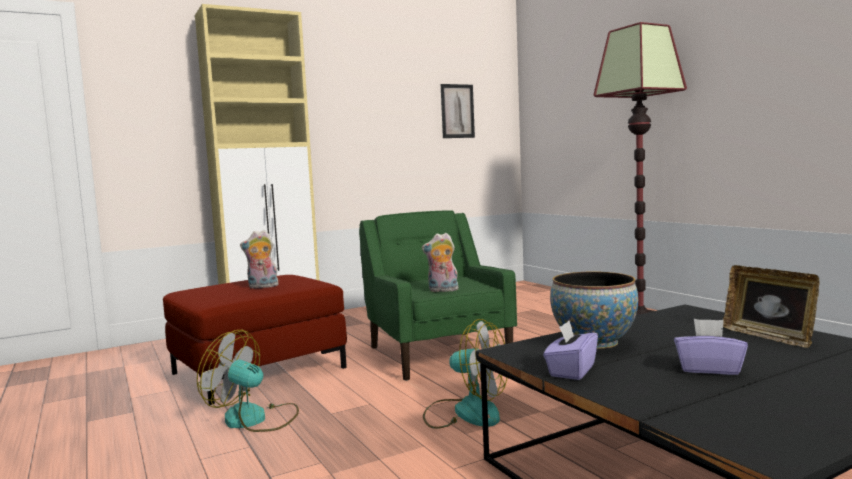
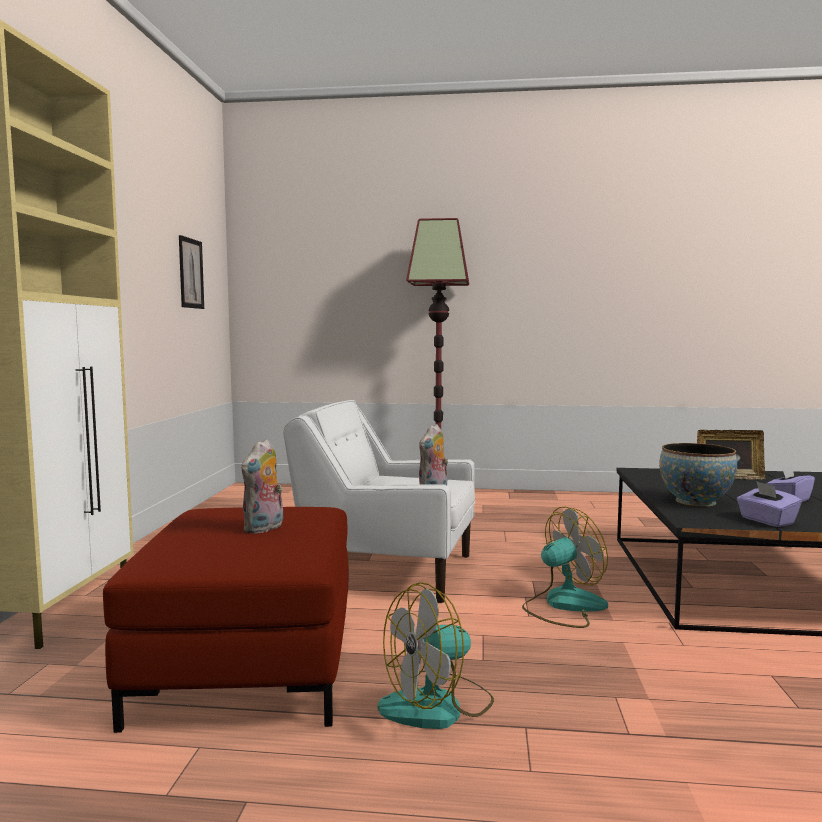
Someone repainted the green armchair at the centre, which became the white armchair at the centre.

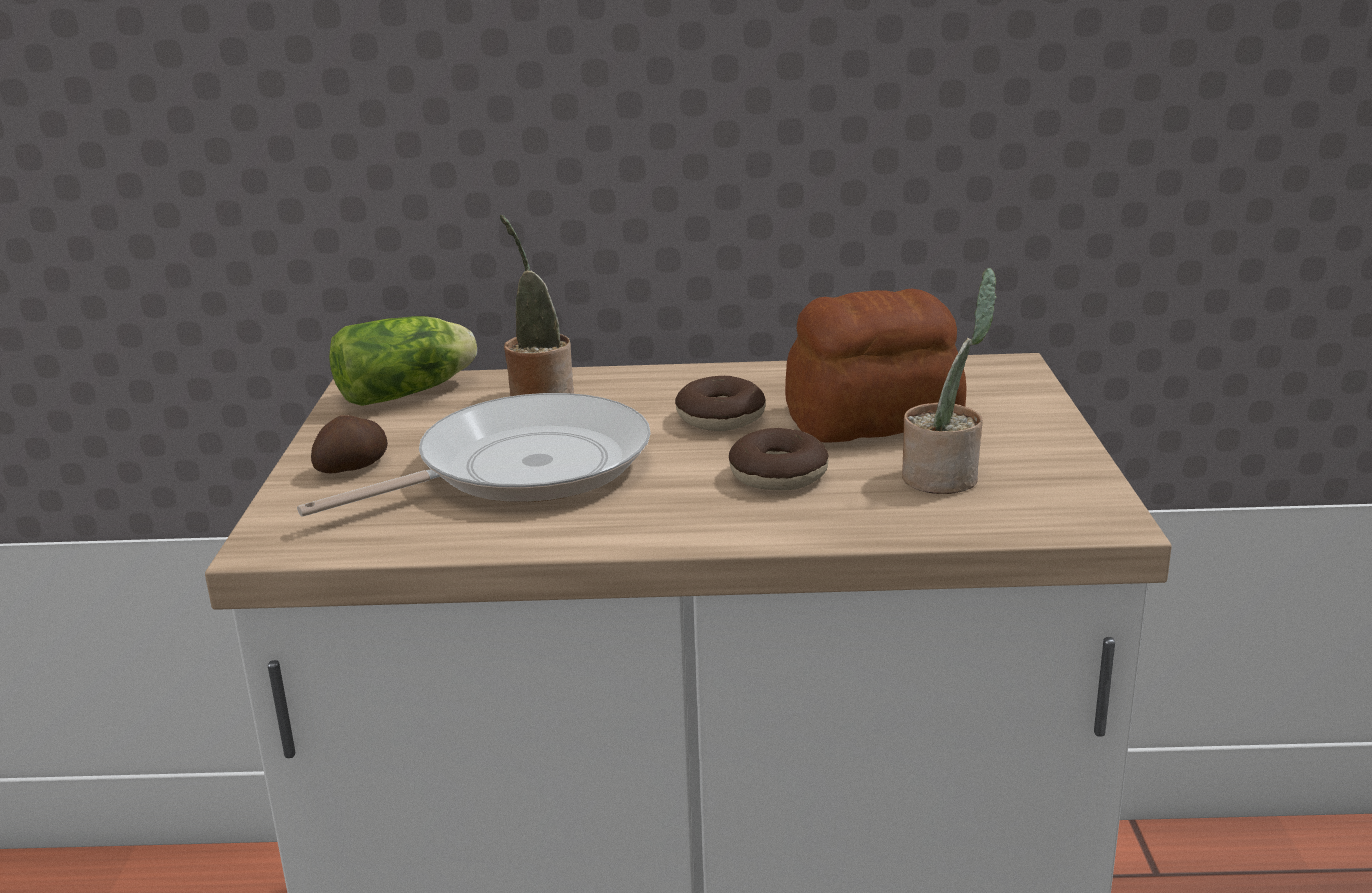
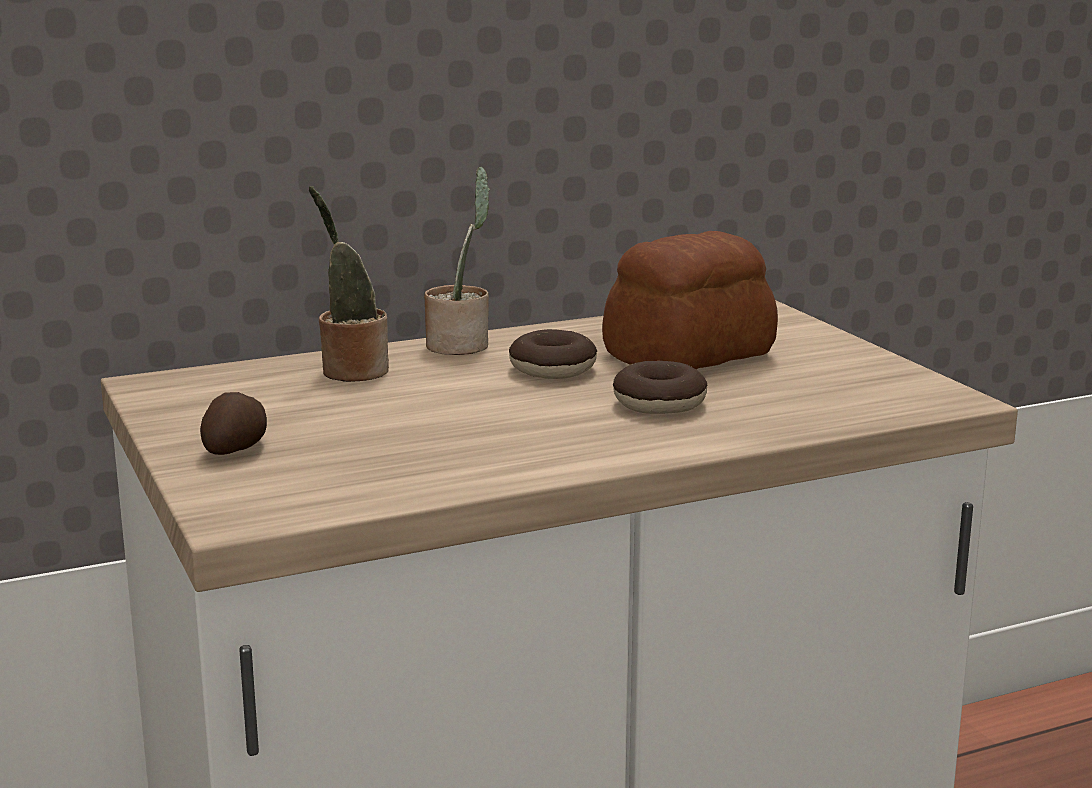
Someone carried the potted plant (no. 2 from left) from the middle right to the top centre. Someone took away the lettuce at the middle left. Someone took away the frying pan at the centre.

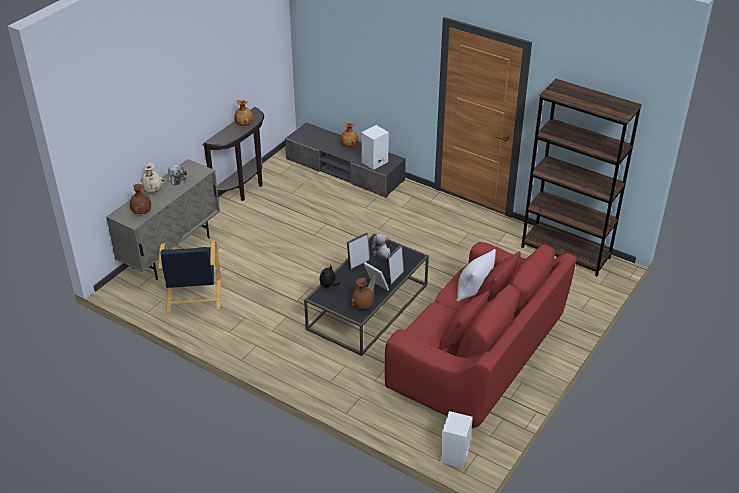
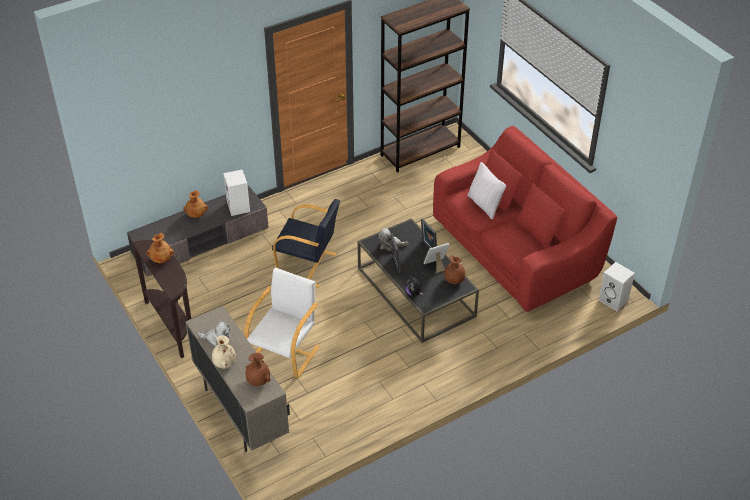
Someone carried the black armchair from the middle left to the centre. Someone put down the white armchair at the centre.

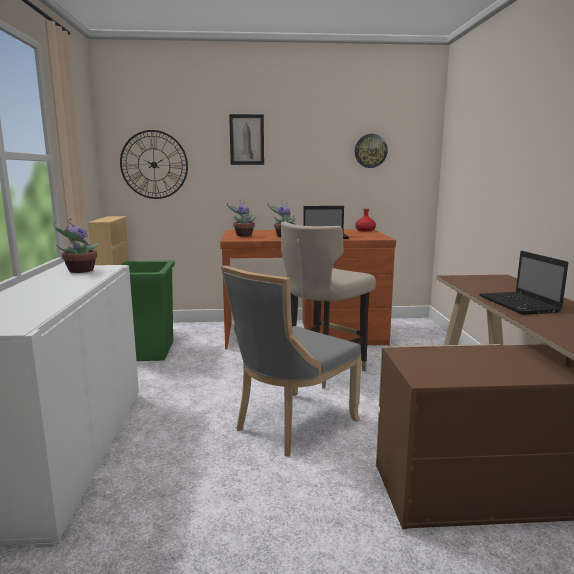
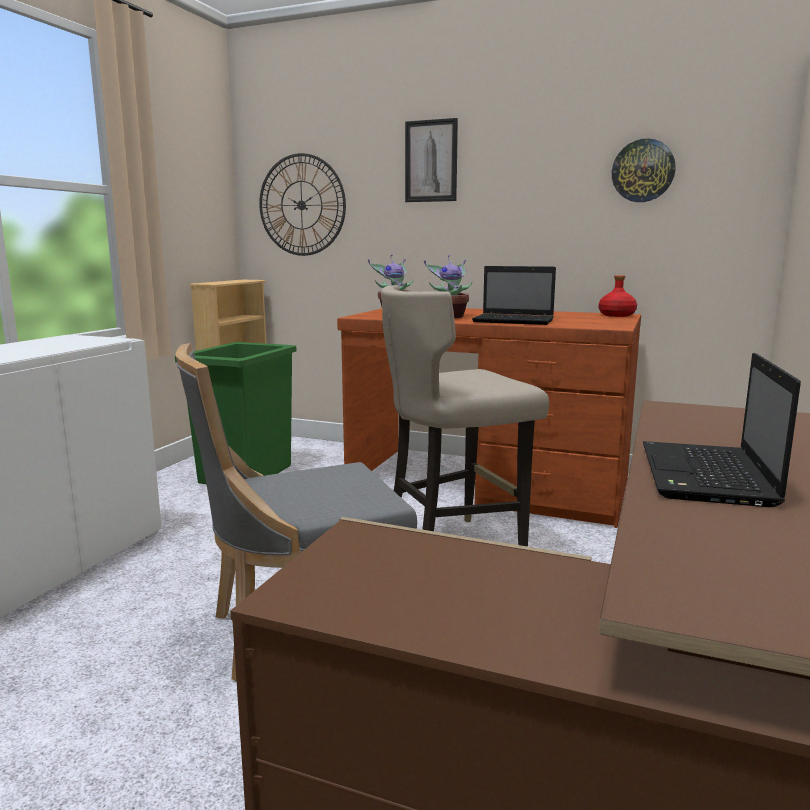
Someone took away the potted plant (no. 1 from left) at the middle left.

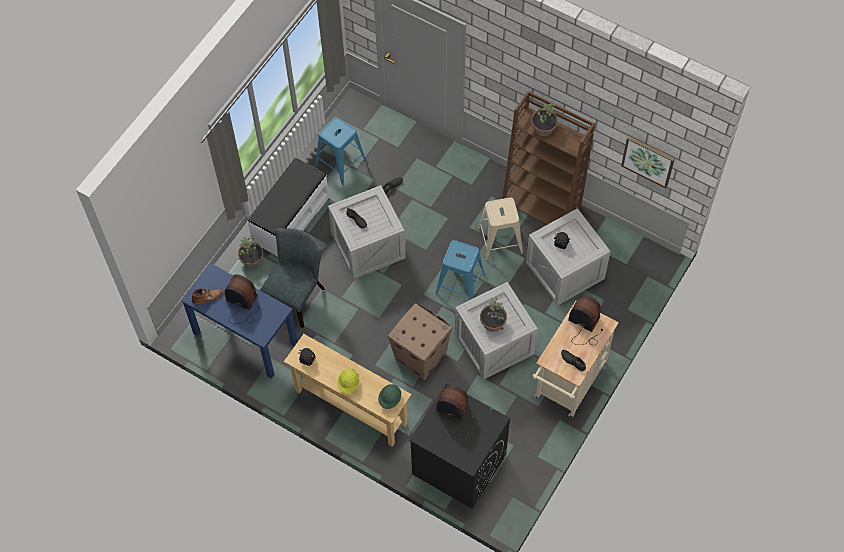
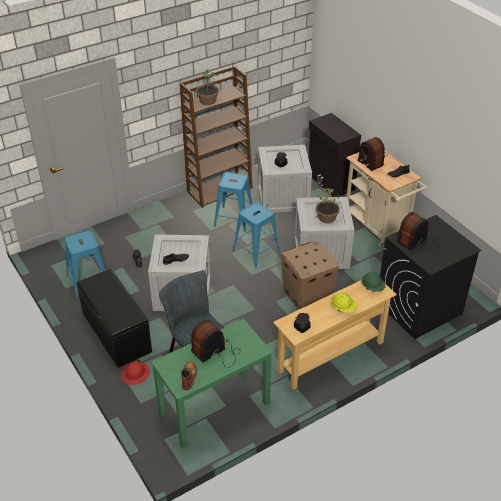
Someone took away the picture at the top right. Someone repainted the white bench at the centre, which became the black bench at the middle left. Someone repainted the beige stool at the centre, which became the blue stool (no. 2 from left) at the centre. Someone swapped the potted plant (no. 1 from left) at the middle left for the red hard hat at the bottom left. Someone repainted the blue desk at the middle left, which became the green desk at the bottom centre. Someone rotated the radio (no. 3 from left in the first image) at the middle right by 90 degrees counterclockwise. Someone put down the black cabinet at the top right.

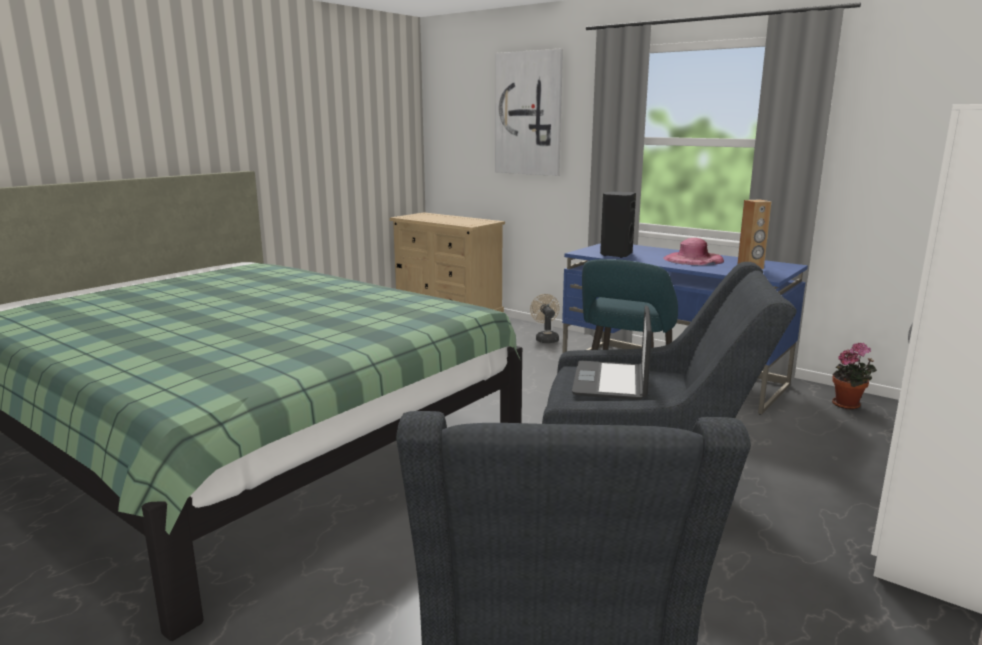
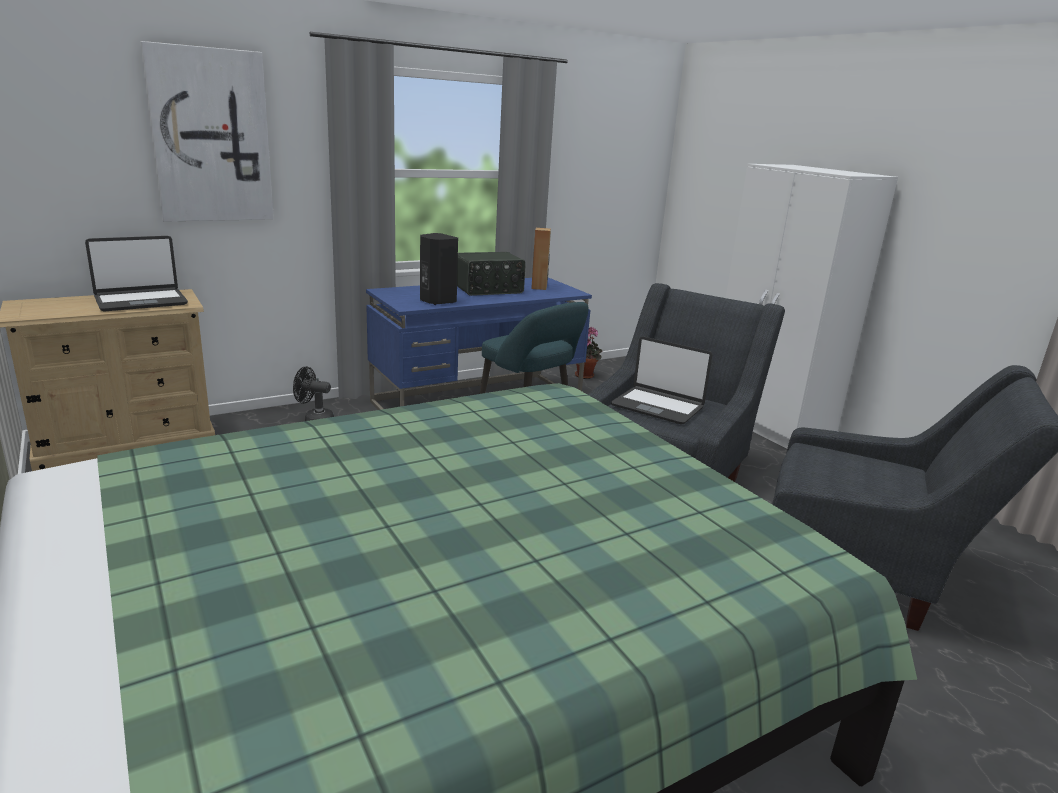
Someone swapped the pink hat at the middle right for the radio at the centre. Someone repainted the beige fan at the centre, which became the black fan at the middle left. Someone put down the laptop (no. 1 from left) at the middle left.

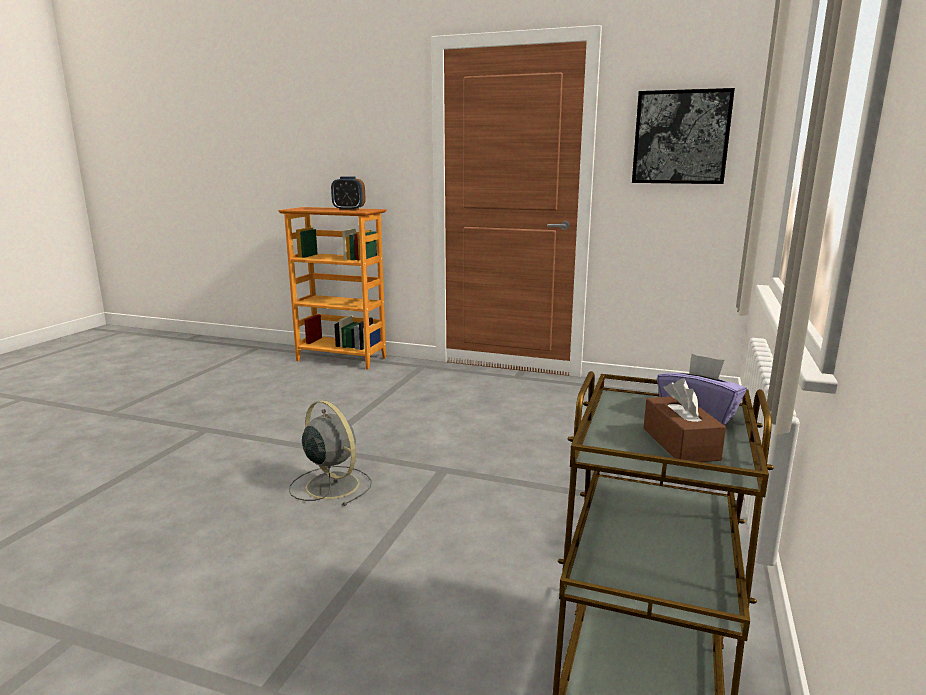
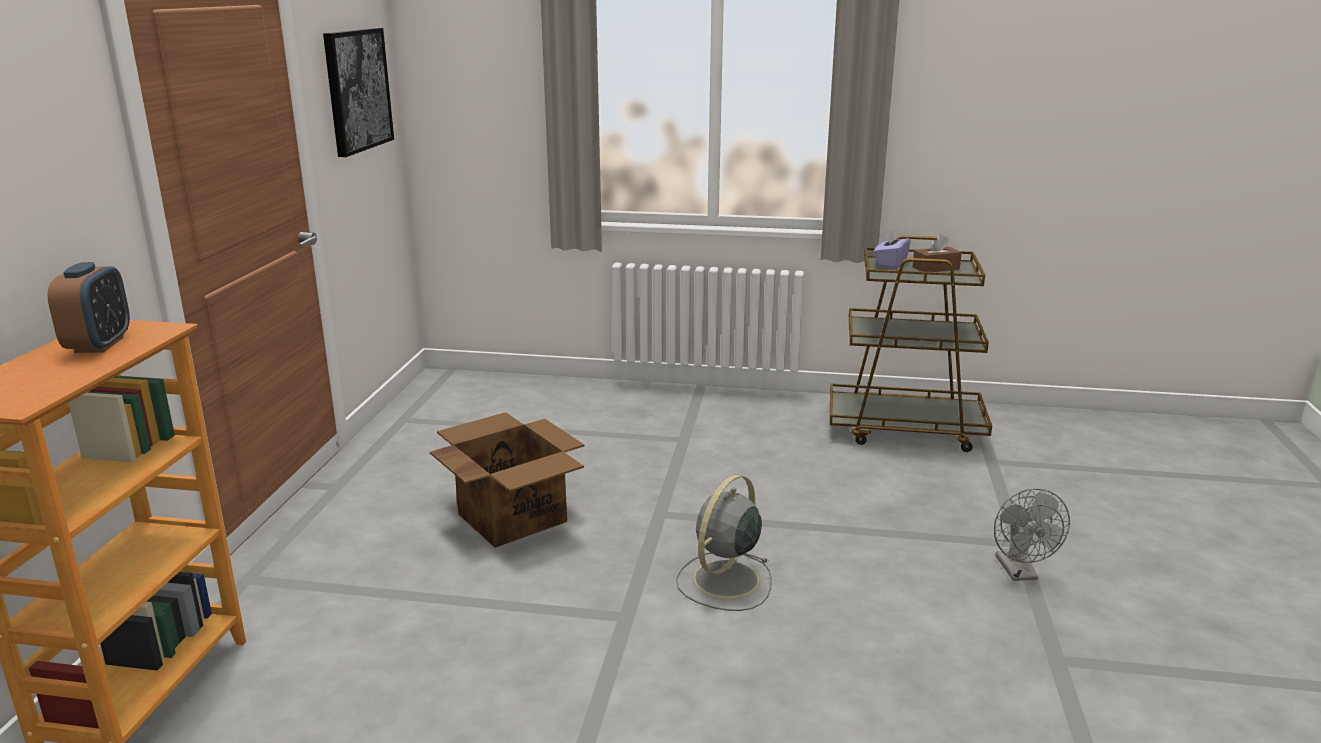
Someone put down the cardboard box at the centre. Someone put down the grey fan (no. 2 from left) at the bottom right.

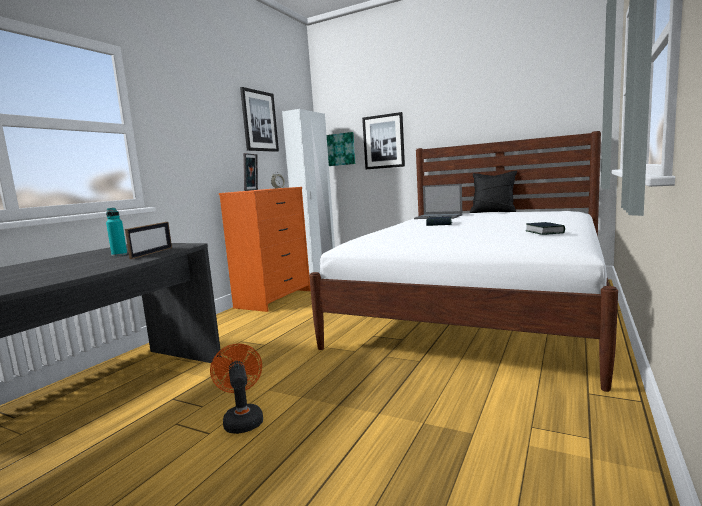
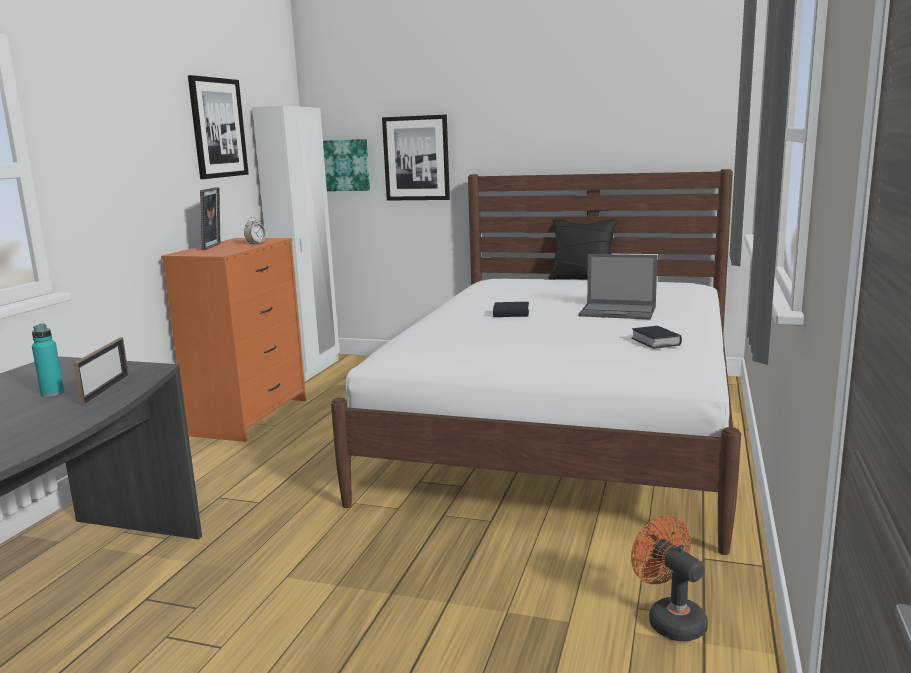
Someone carried the laptop from the centre to the middle right. Someone carried the orange fan from the bottom centre to the bottom right.

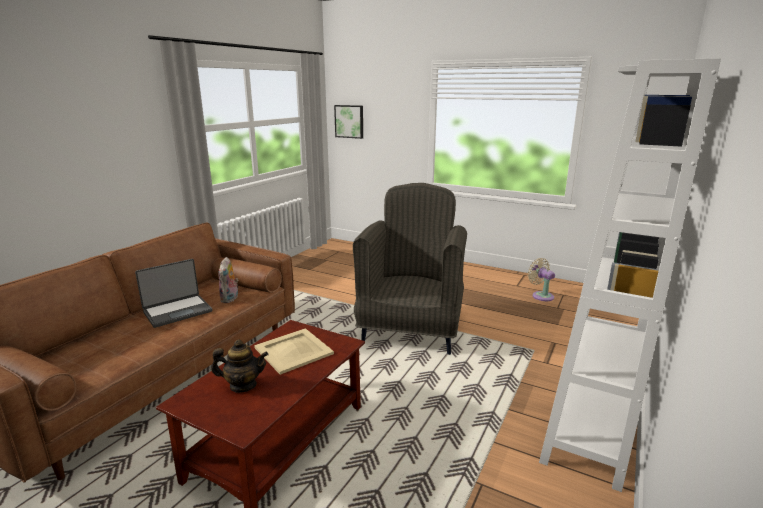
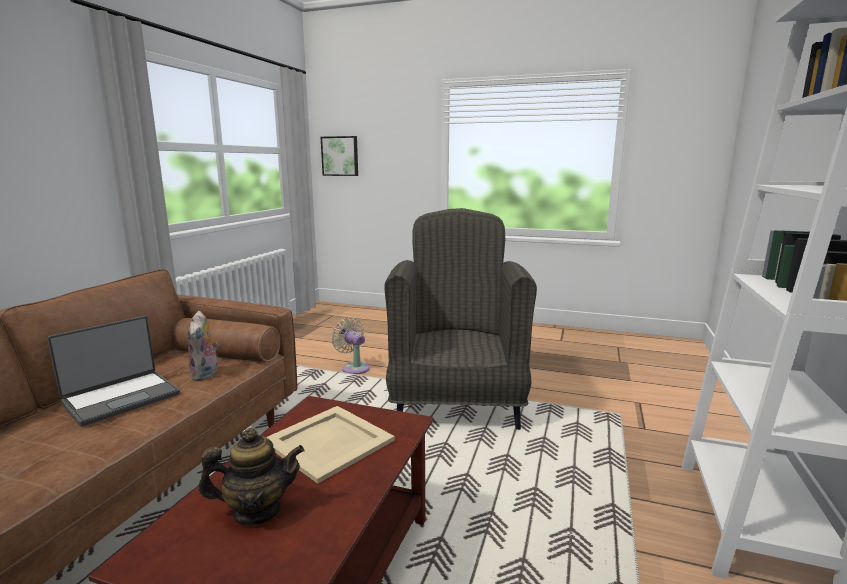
Someone carried the beige fan from the middle right to the centre.

